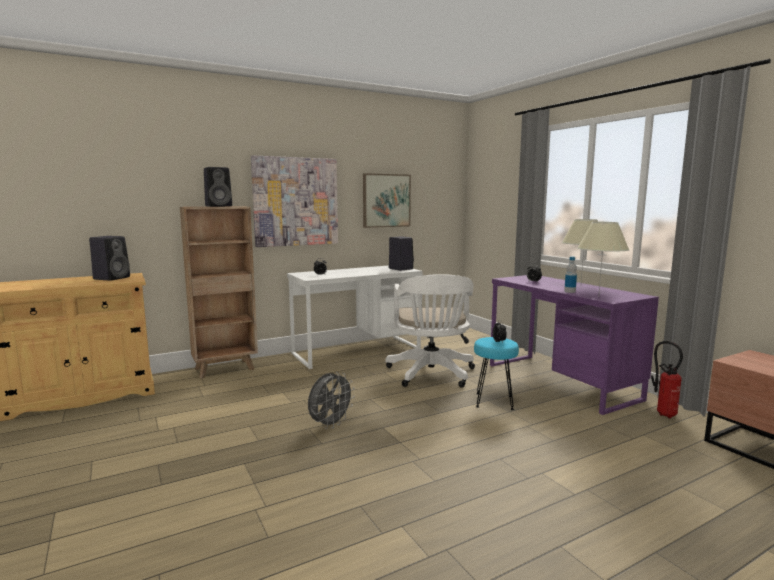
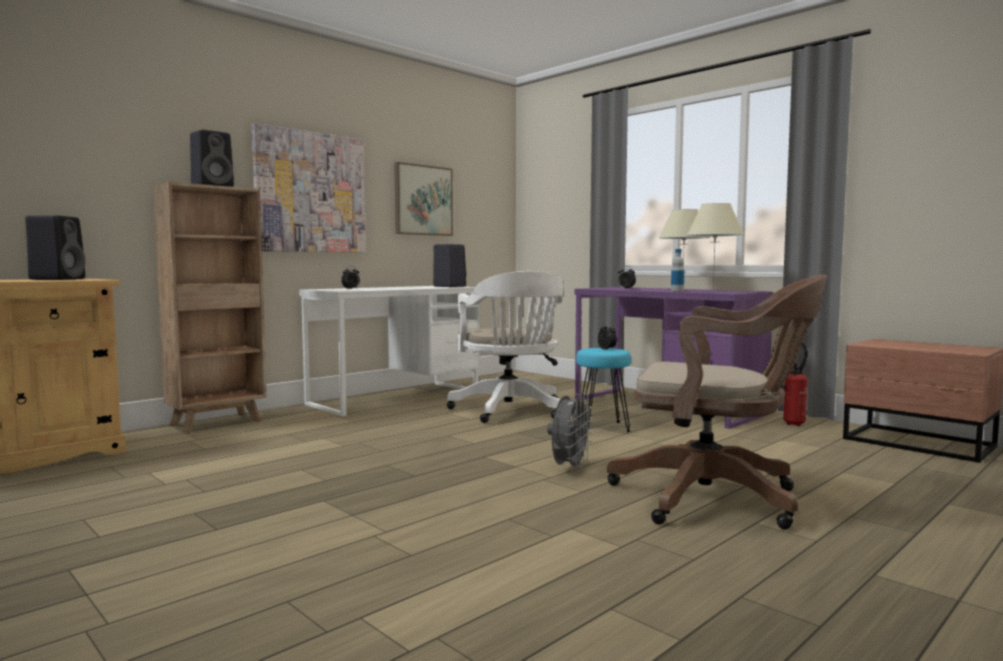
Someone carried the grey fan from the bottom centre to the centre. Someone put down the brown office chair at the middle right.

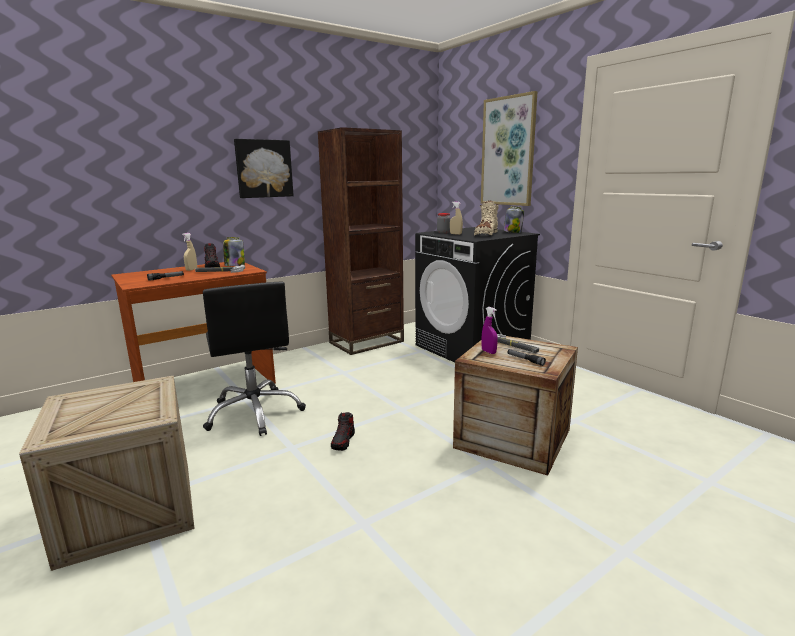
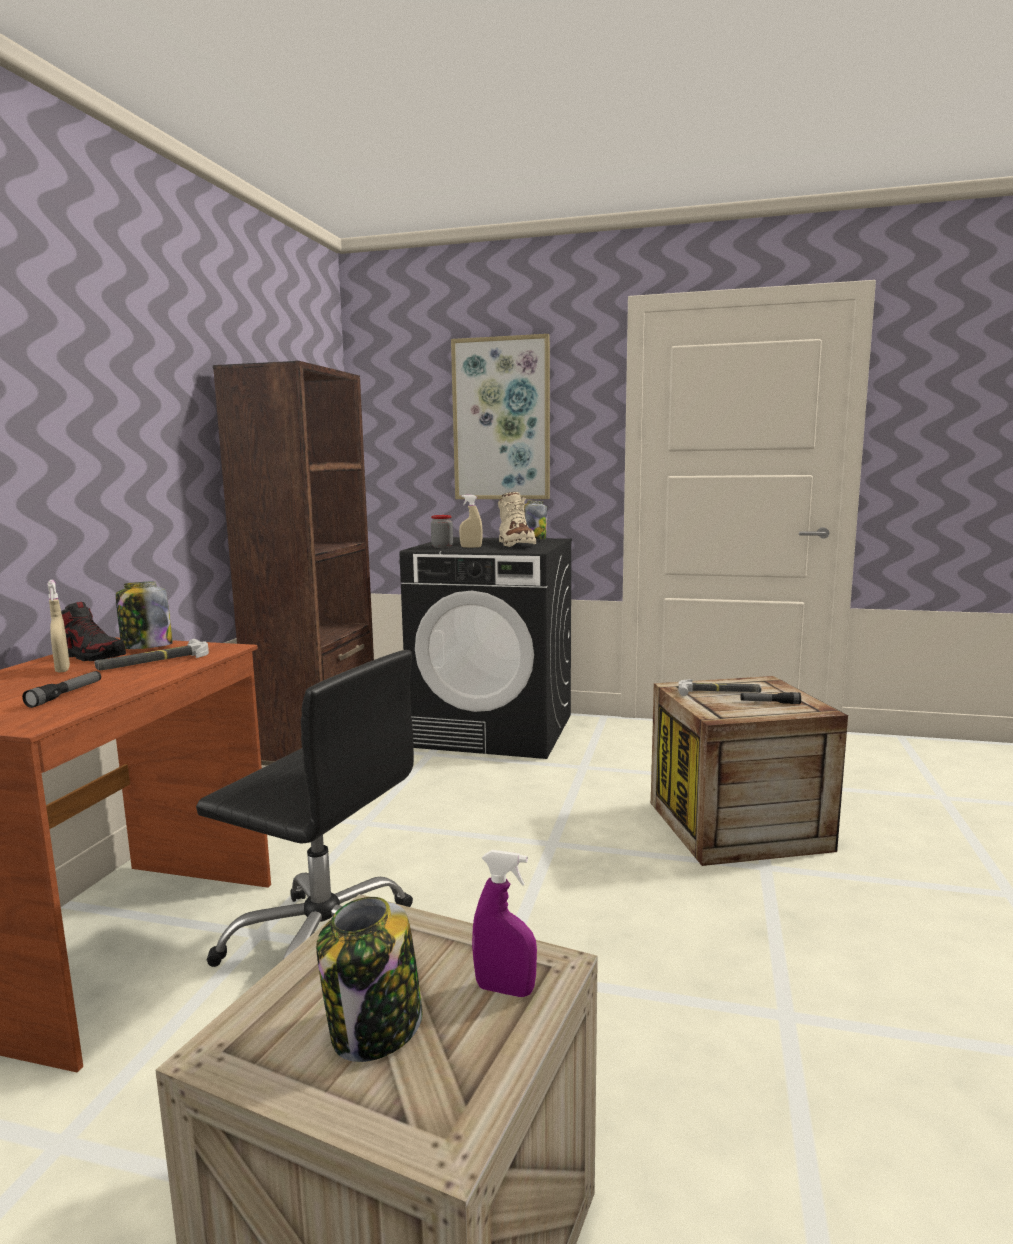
Someone took away the picture (no. 1 from left) at the top left. Someone carried the purple spray bottle from the centre to the bottom centre. Someone took away the shoe (no. 2 from left) at the bottom centre. Someone put down the jar (no. 2 from left) at the bottom centre.

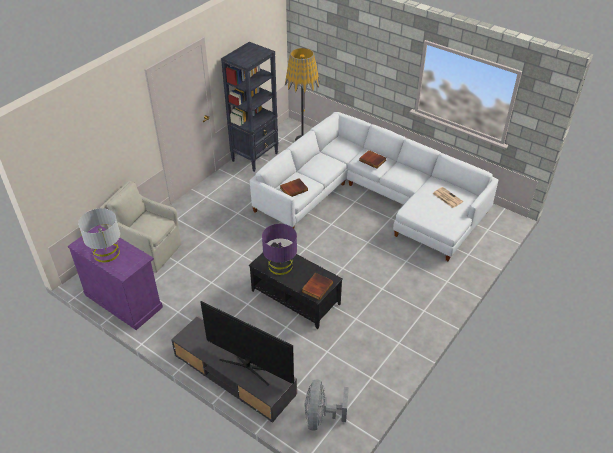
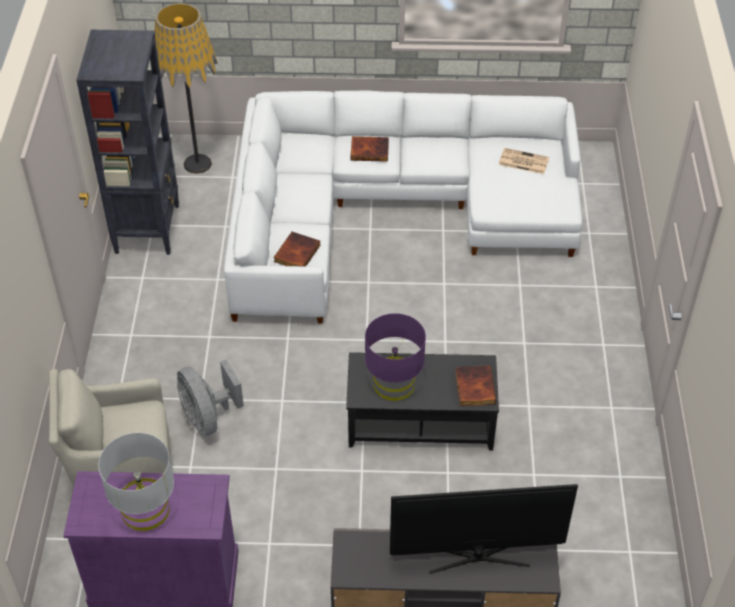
Someone carried the grey fan from the bottom centre to the middle left.

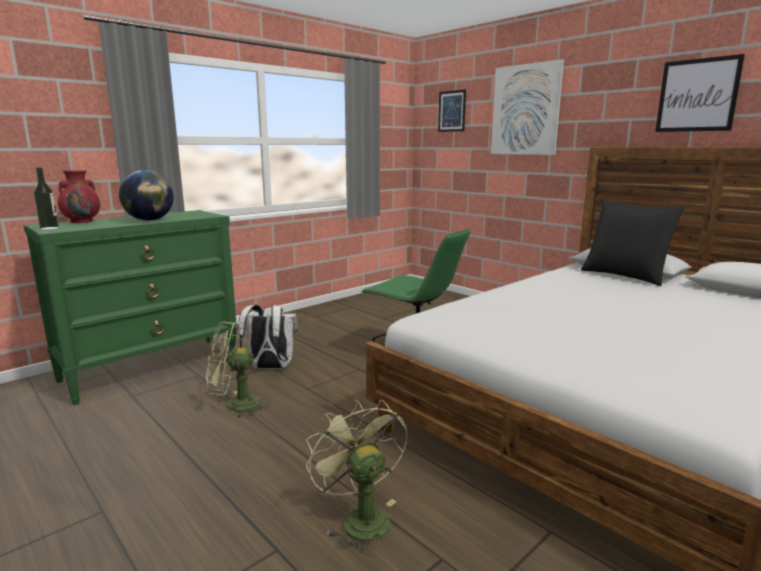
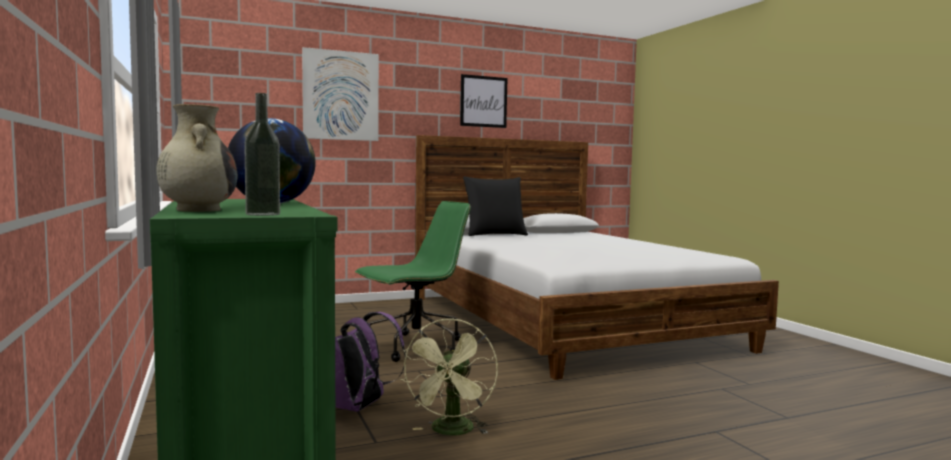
Someone took away the picture (no. 1 from left) at the top centre. Someone repainted the red vase at the middle left, which became the beige vase at the middle left. Someone repainted the white backpack at the centre, which became the purple backpack at the bottom centre. Someone took away the green fan (no. 2 from left) at the bottom centre.

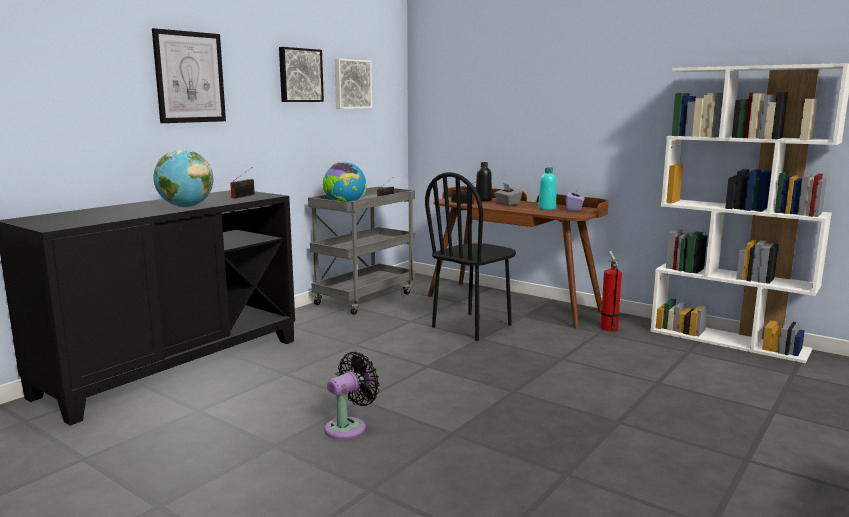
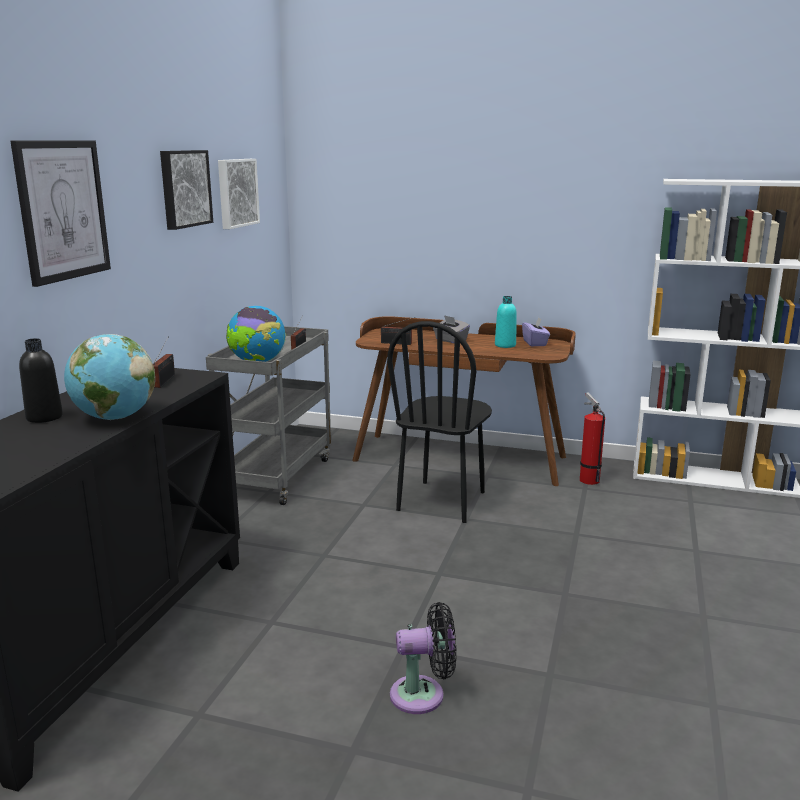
Someone carried the black bottle from the centre to the middle left. Someone rotated the black fan at the bottom centre by 60 degrees clockwise.

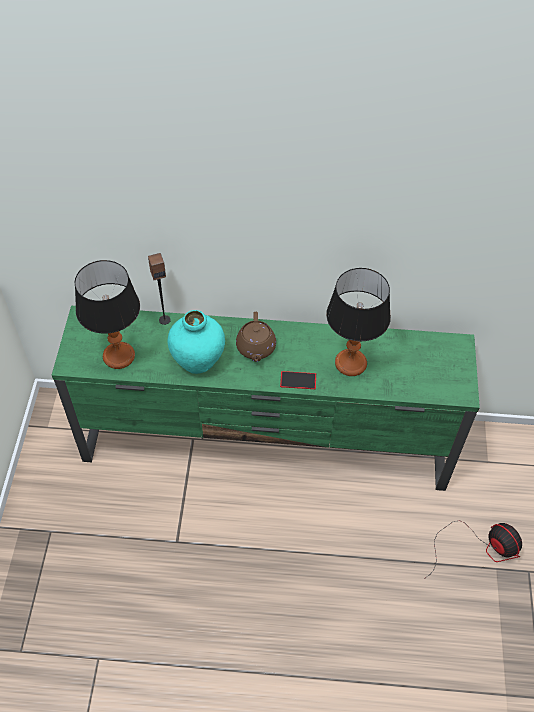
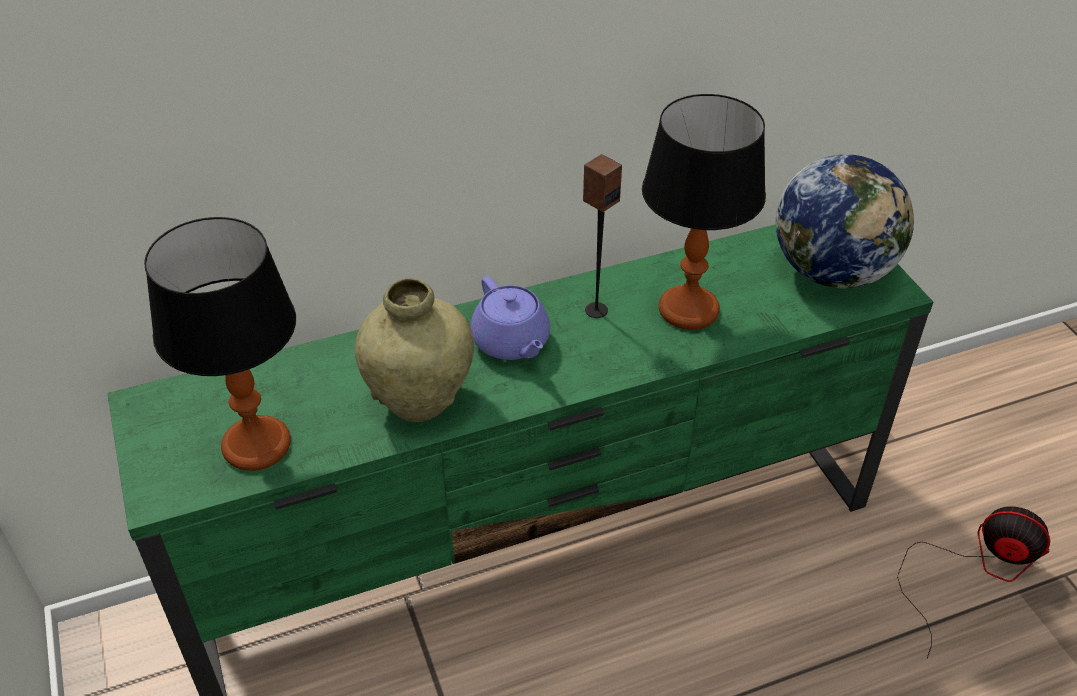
Someone carried the speaker from the middle left to the centre. Someone repainted the turquoise vase at the centre, which became the beige vase at the centre. Someone repainted the brown teapot at the centre, which became the purple teapot at the centre. Someone took away the phone at the centre. Someone put down the globe at the top right.

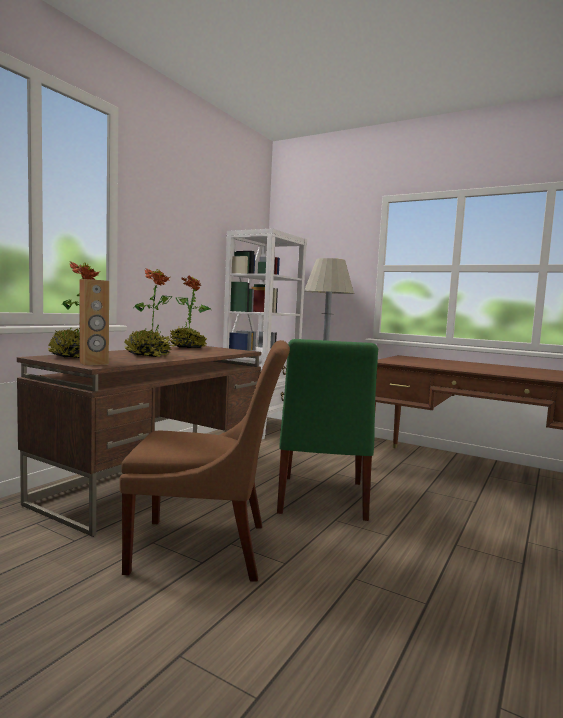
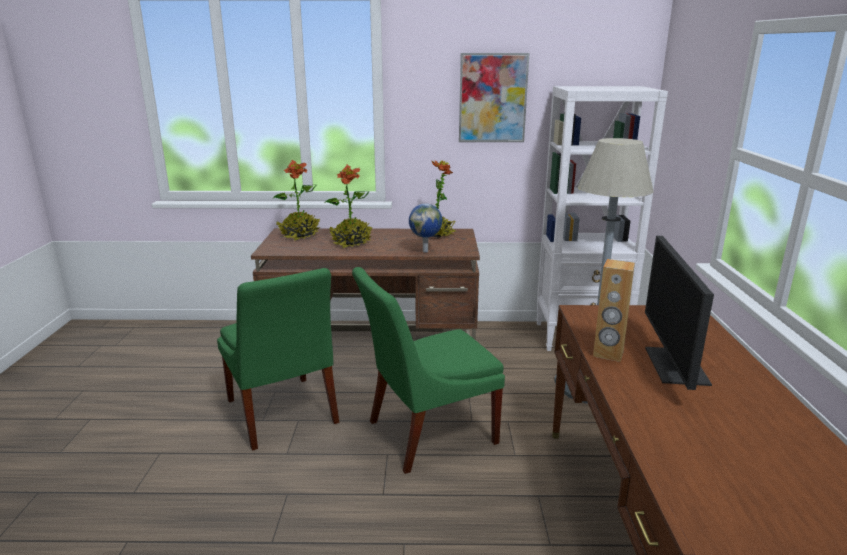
Someone carried the brown speaker from the middle left to the middle right. Someone repainted the brown chair at the centre, which became the green chair (no. 1 from left) at the middle left. Someone put up the picture at the top centre. Someone put down the globe at the centre. Someone put down the monitor at the middle right.

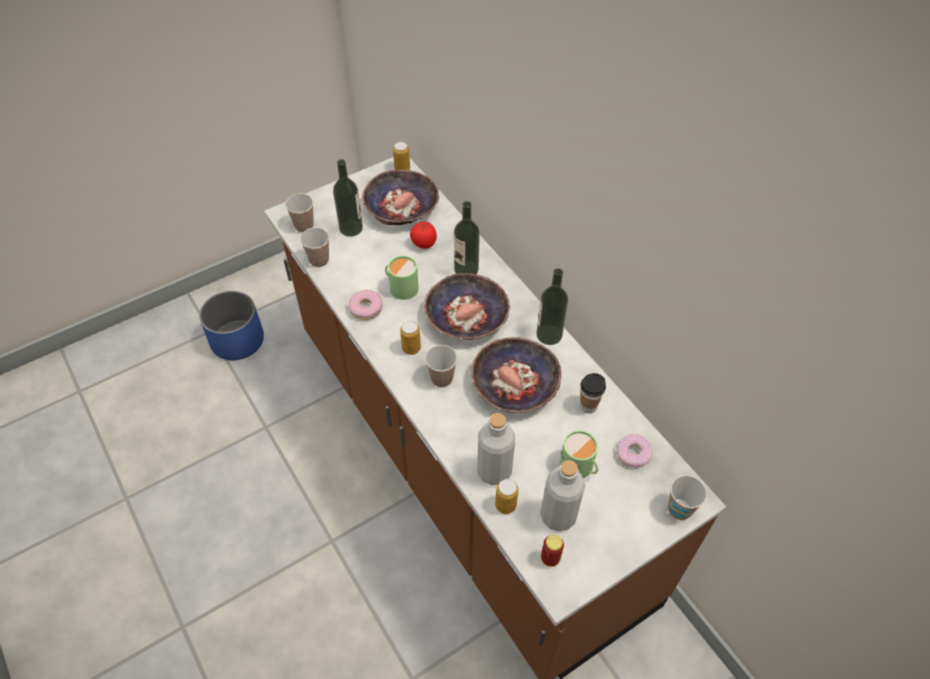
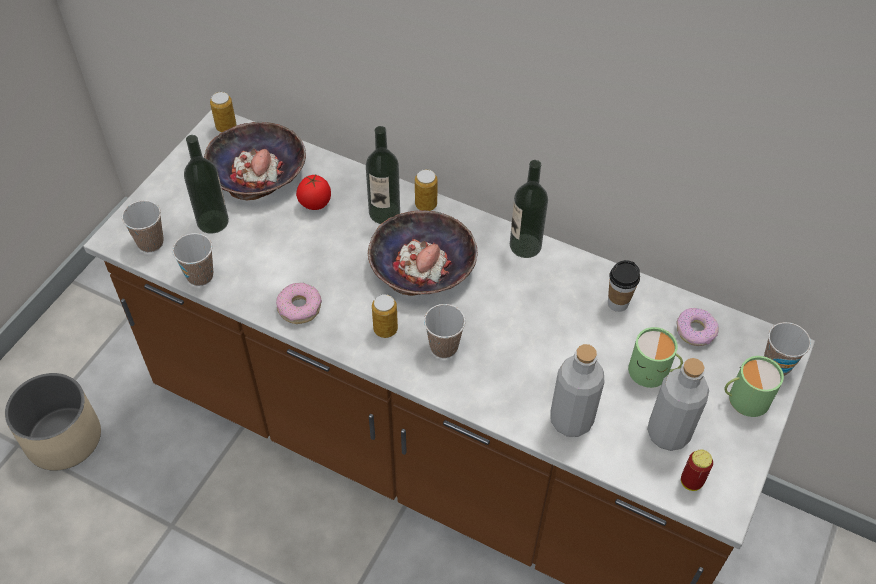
Someone carried the green mug (no. 1 from left in the first image) from the centre to the middle right. Someone repainted the blue planter at the middle left, which became the beige planter at the bottom left. Someone took away the bowl (no. 3 from left) at the centre. Someone carried the can (no. 3 from left) from the bottom centre to the top centre.

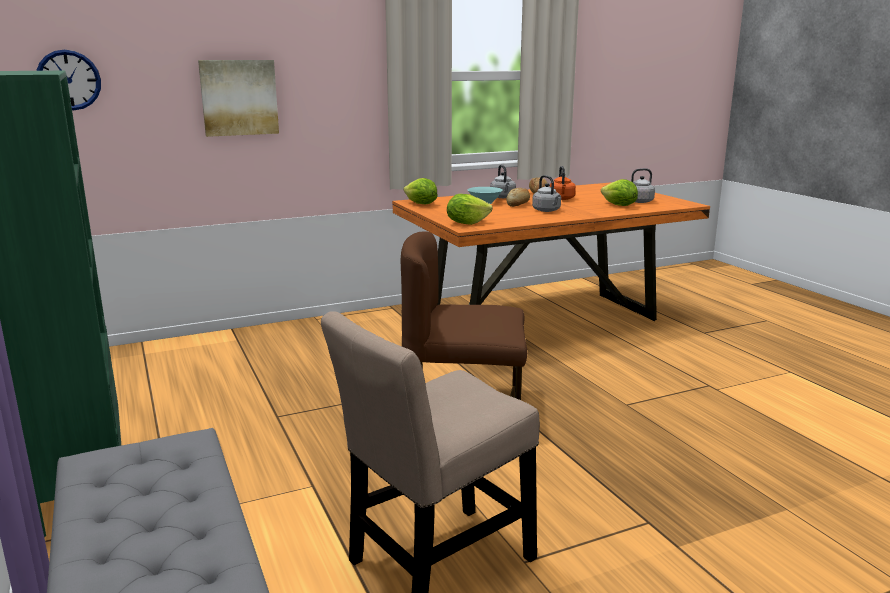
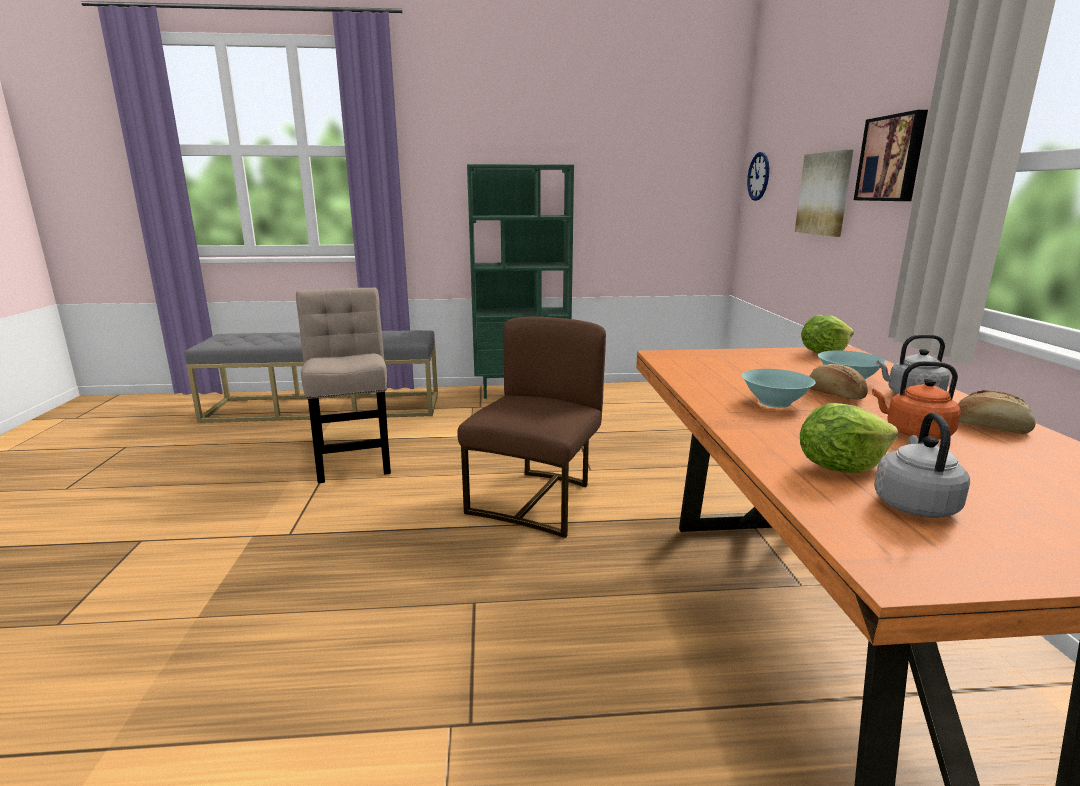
Someone swapped the grey kettle (no. 2 from left) at the top centre for the turquoise bowl (no. 1 from left) at the middle right. Someone took away the lettuce (no. 2 from left) at the centre. Someone put up the picture (no. 2 from left) at the top right.

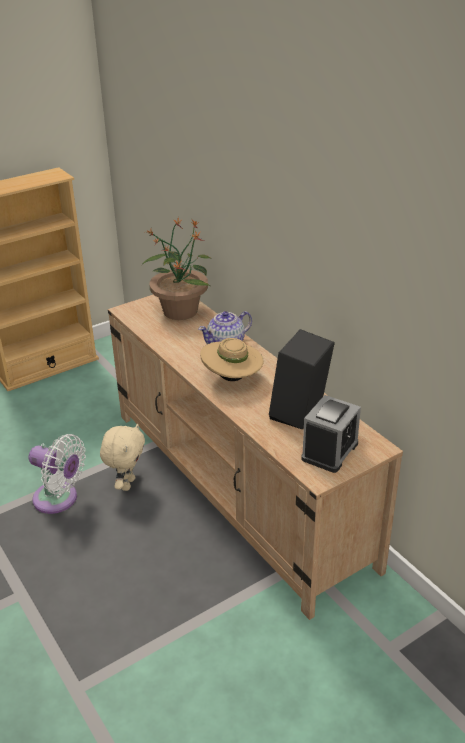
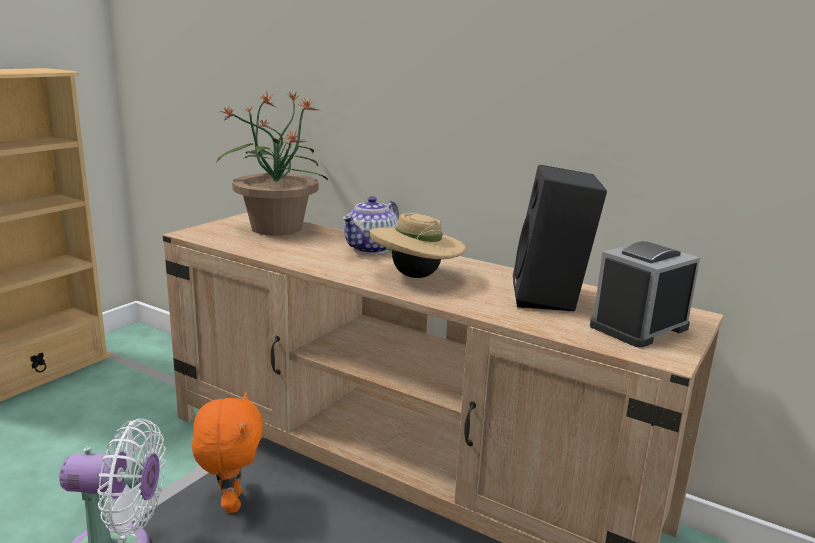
Someone rotated the alarm clock at the middle right by 135 degrees counterclockwise. Someone repainted the beige plush toy at the middle left, which became the orange plush toy at the bottom left.

